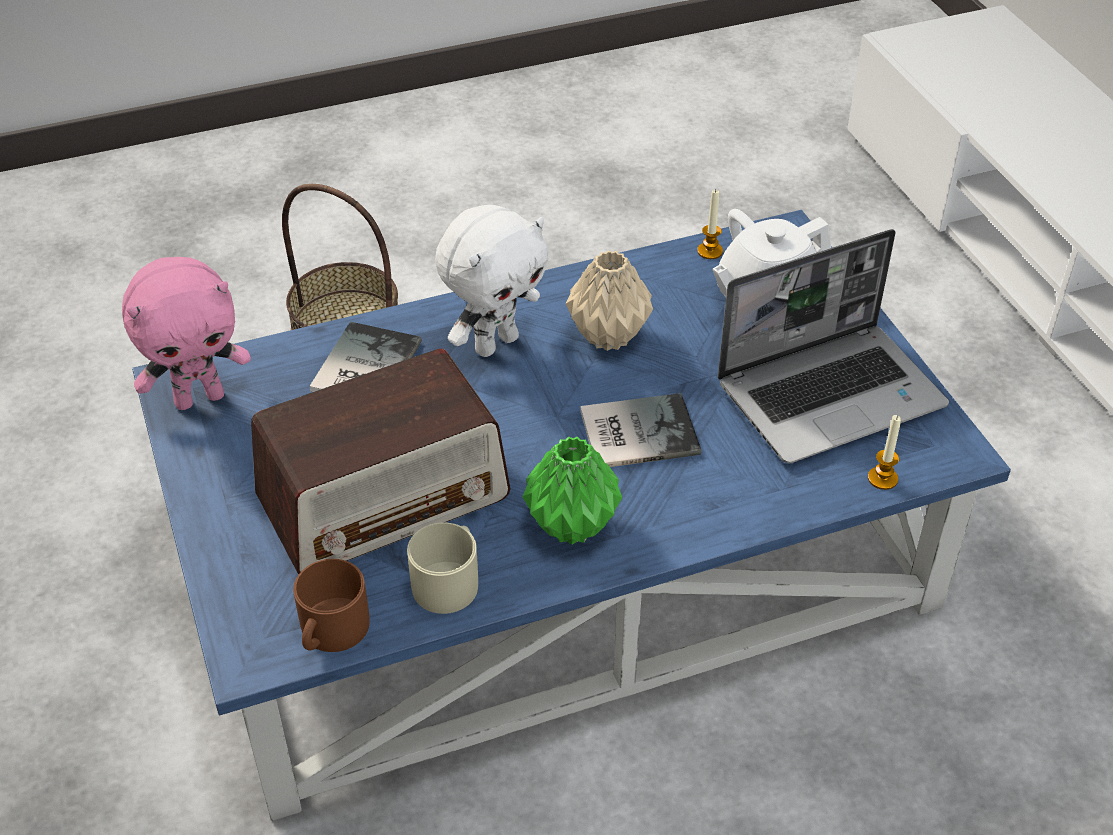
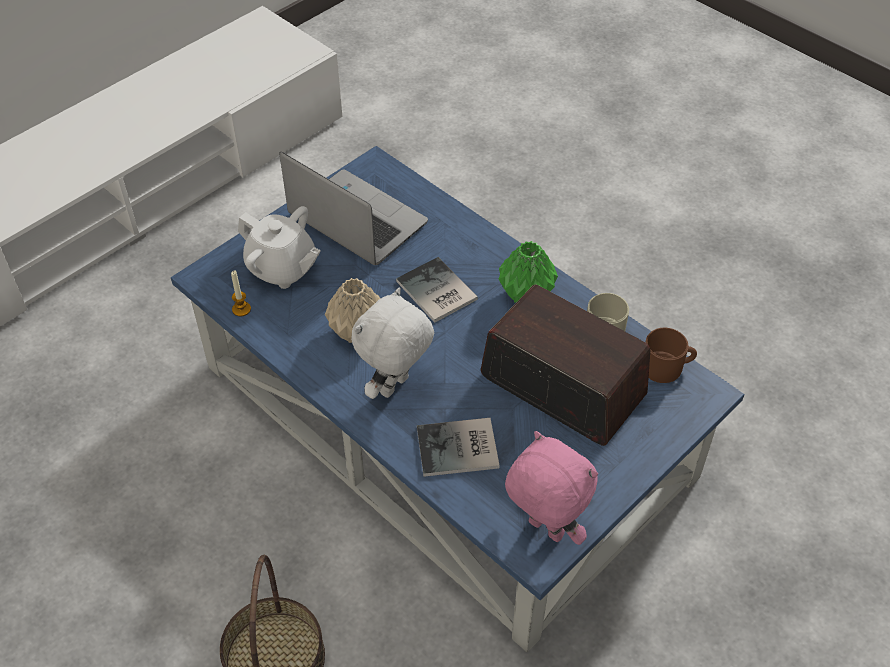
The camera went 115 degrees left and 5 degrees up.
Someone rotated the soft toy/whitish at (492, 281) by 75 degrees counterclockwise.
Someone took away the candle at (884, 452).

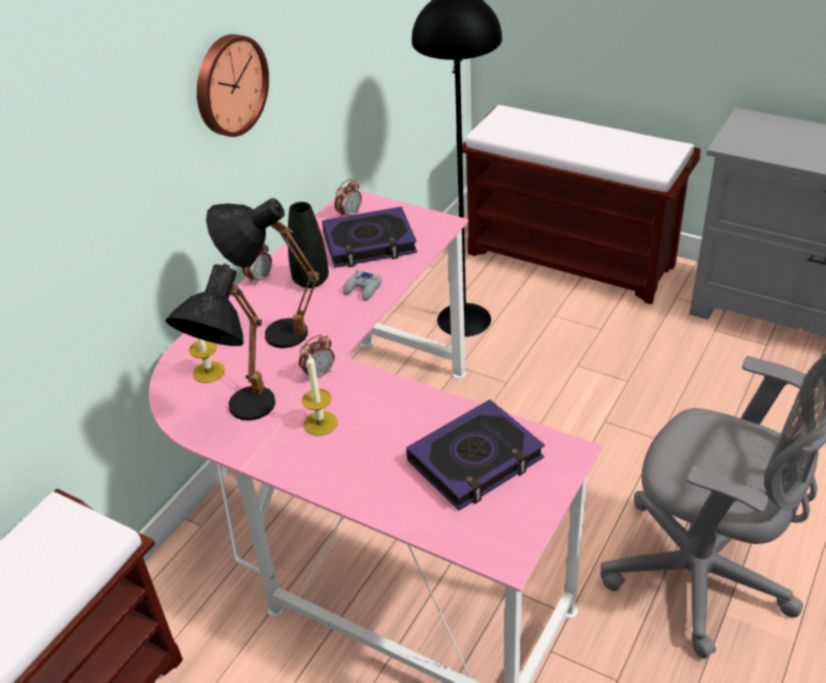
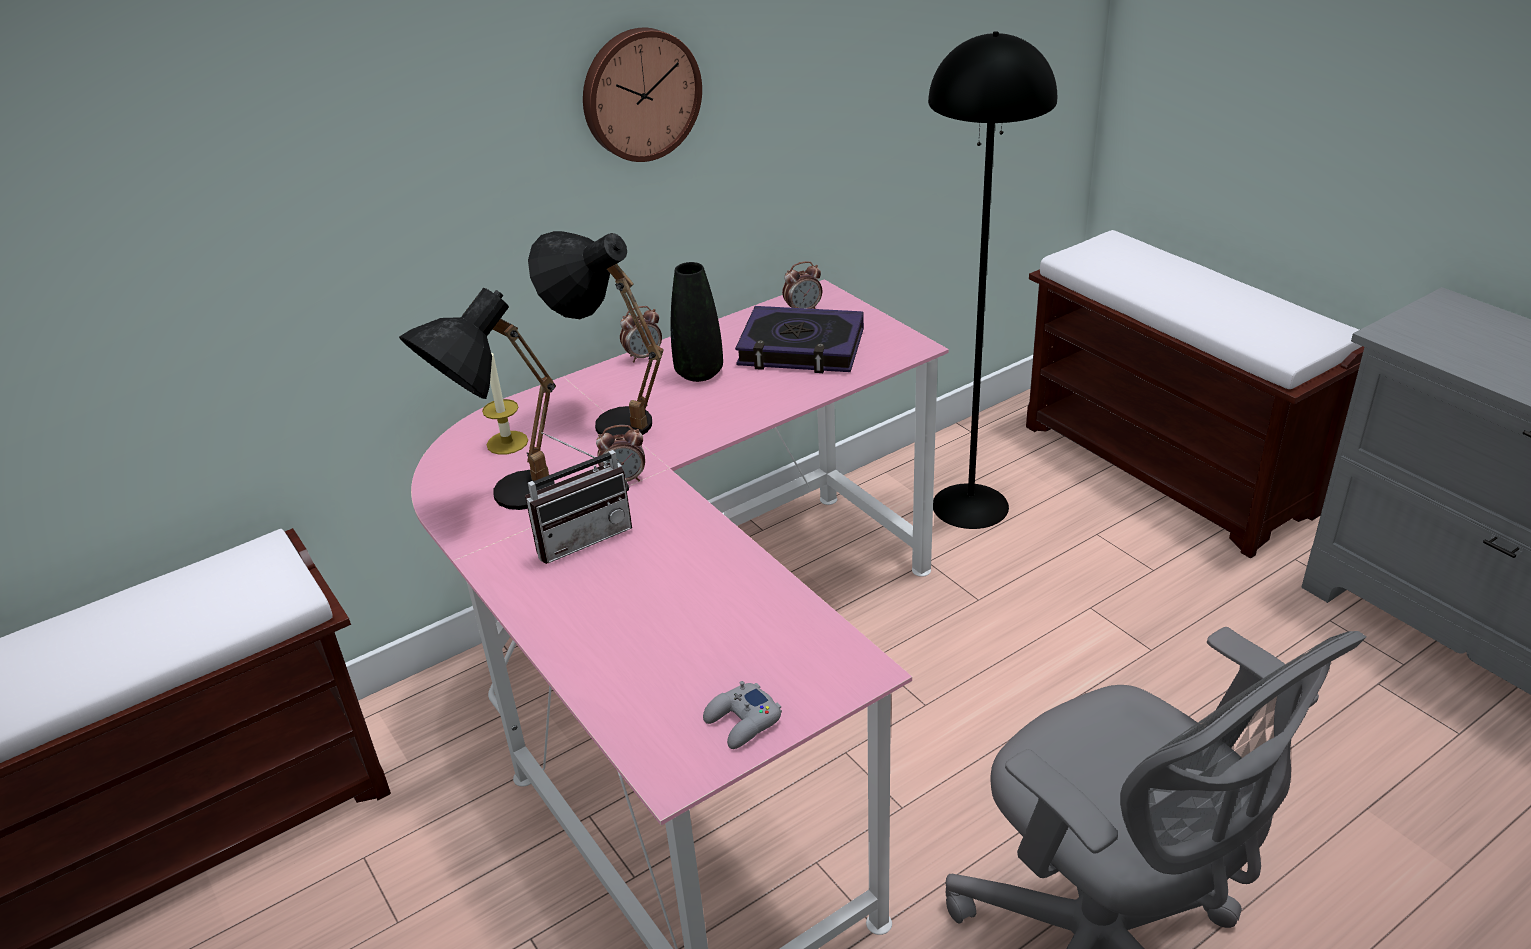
The camera went 25 degrees right and 5 degrees down.
Someone swapped the candle at (319, 395) for the radio receiver at (578, 498).
Someone carried the gamepad/gray from (362, 285) to (742, 715).
Someone took away the bound book at (475, 454).

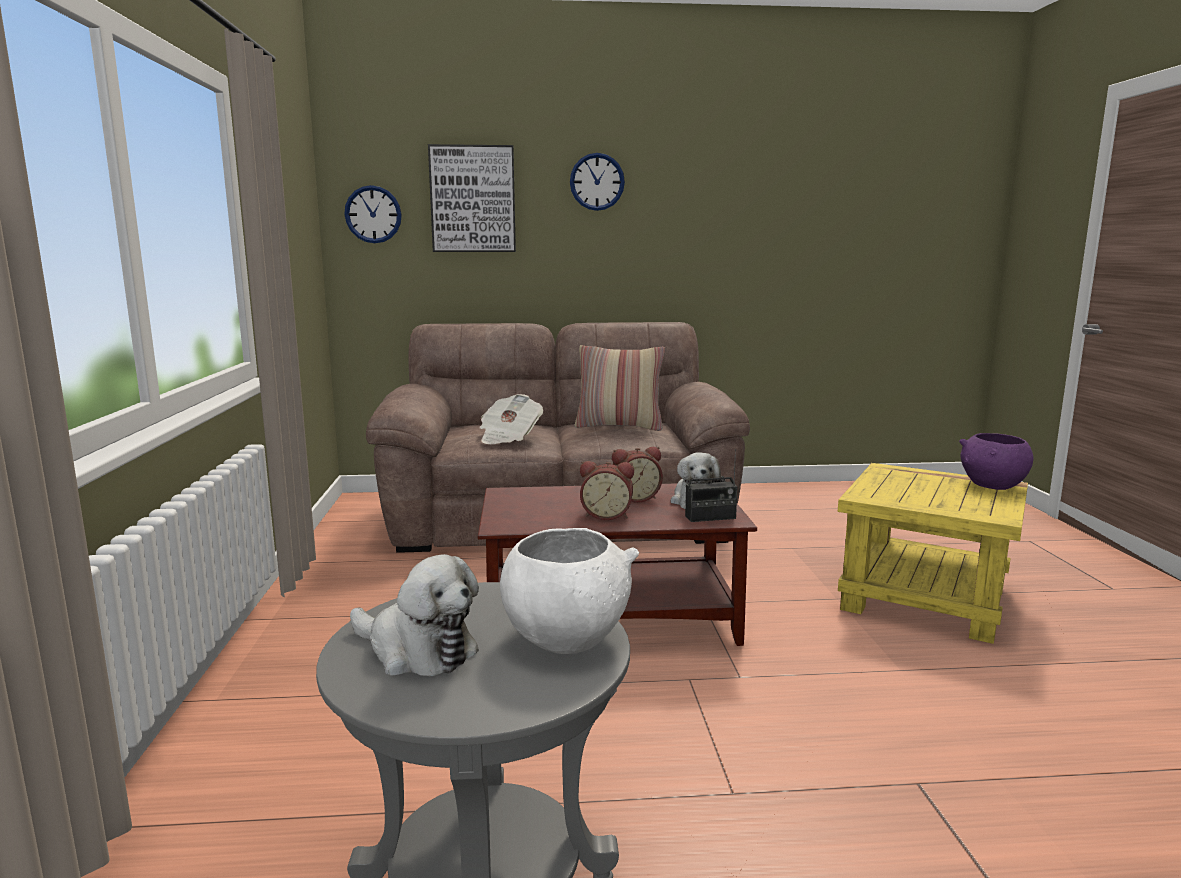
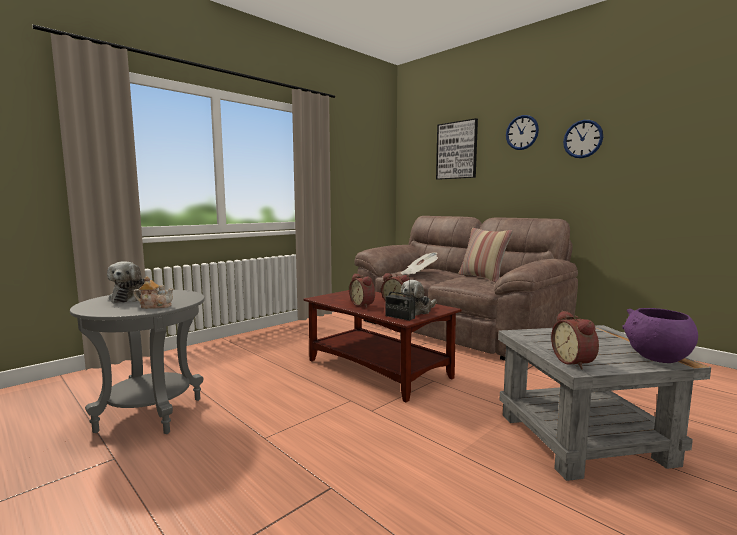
The camera went 50 degrees right and 5 degrees down.
Someone swapped the bowl/whitish at (569, 591) for the teapot at (153, 292).
Someone repainted the end table/yellow-coloured at (933, 553), which became the end table/gray at (604, 403).
Someone put down the alarm clock at (575, 339).
Someone carried the clock on the wall from (373, 214) to (583, 139).

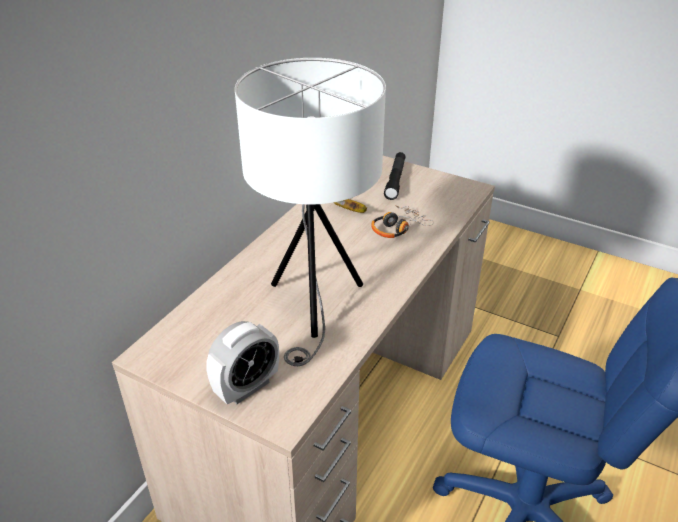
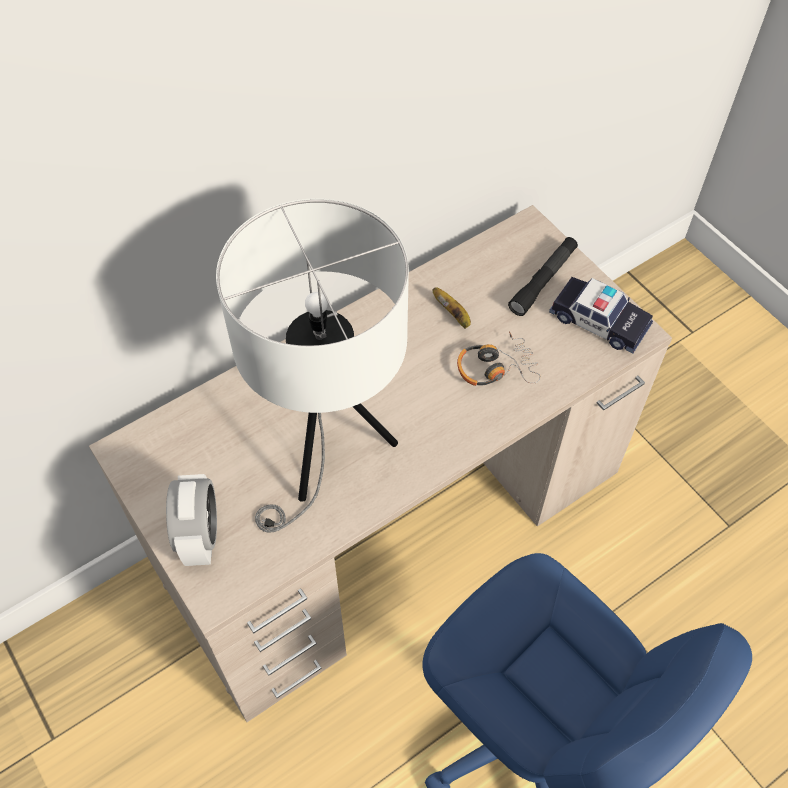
The camera went 25 degrees right and 20 degrees up.
Someone rotated the alarm clock at (242, 362) by 75 degrees counterclockwise.
Someone put down the toy car at (601, 315).

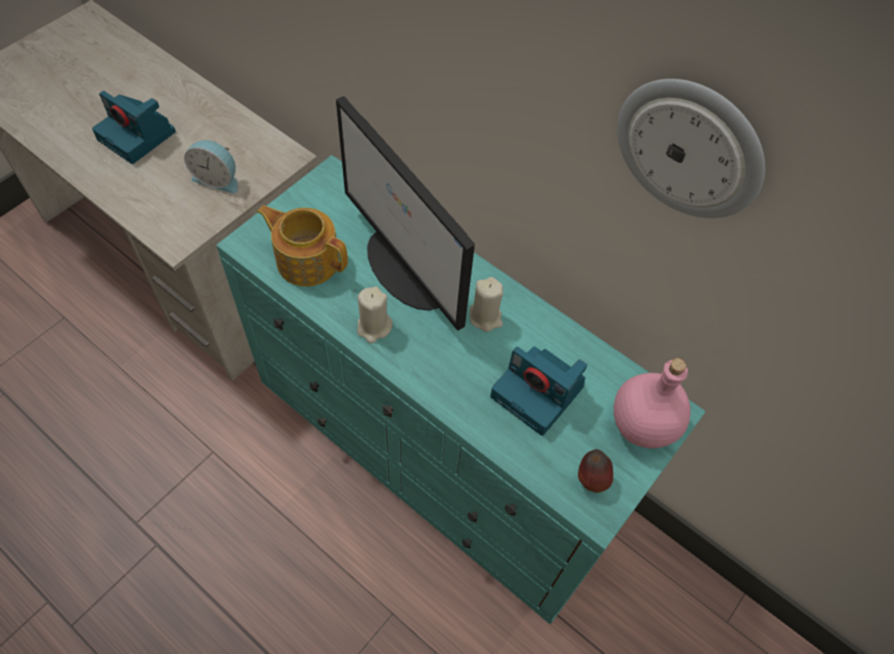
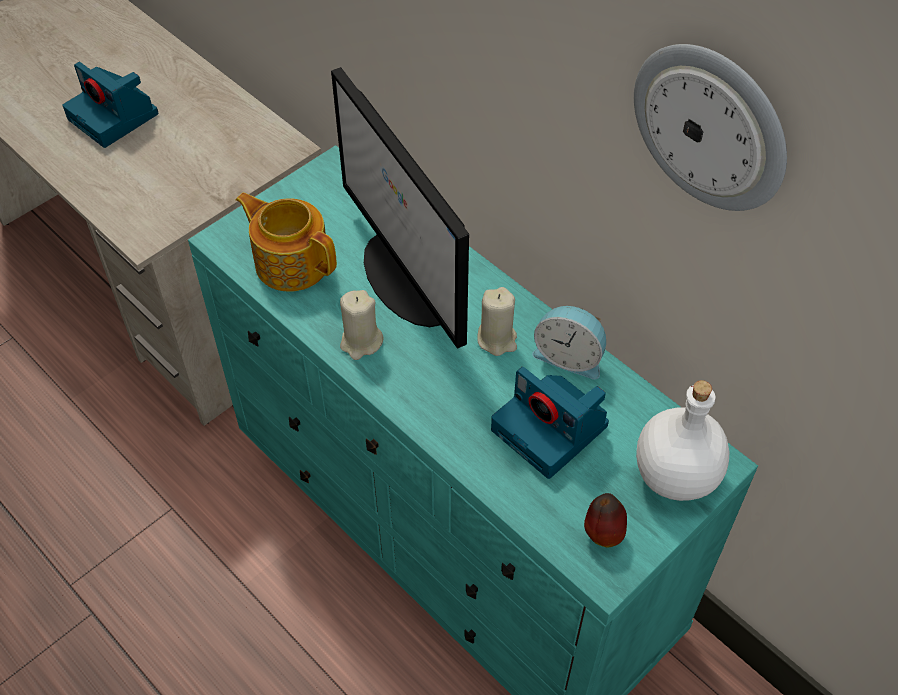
The camera went 10 degrees right and 5 degrees down.
Someone carried the alarm clock from (211, 166) to (569, 343).
Someone repainted the beverage bottle/pink at (652, 403), which became the beverage bottle/whitish at (682, 440).

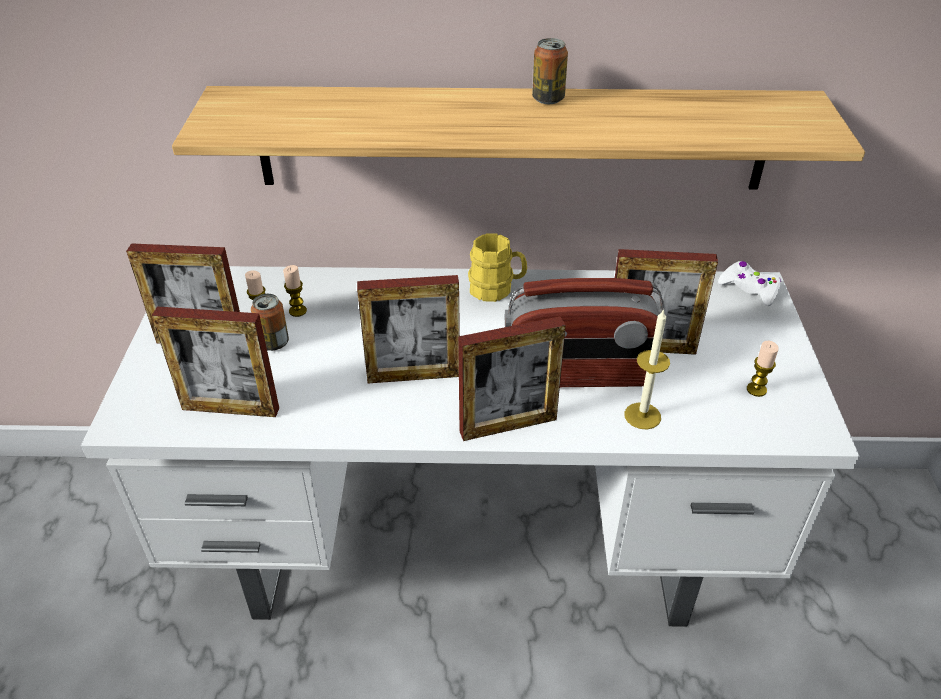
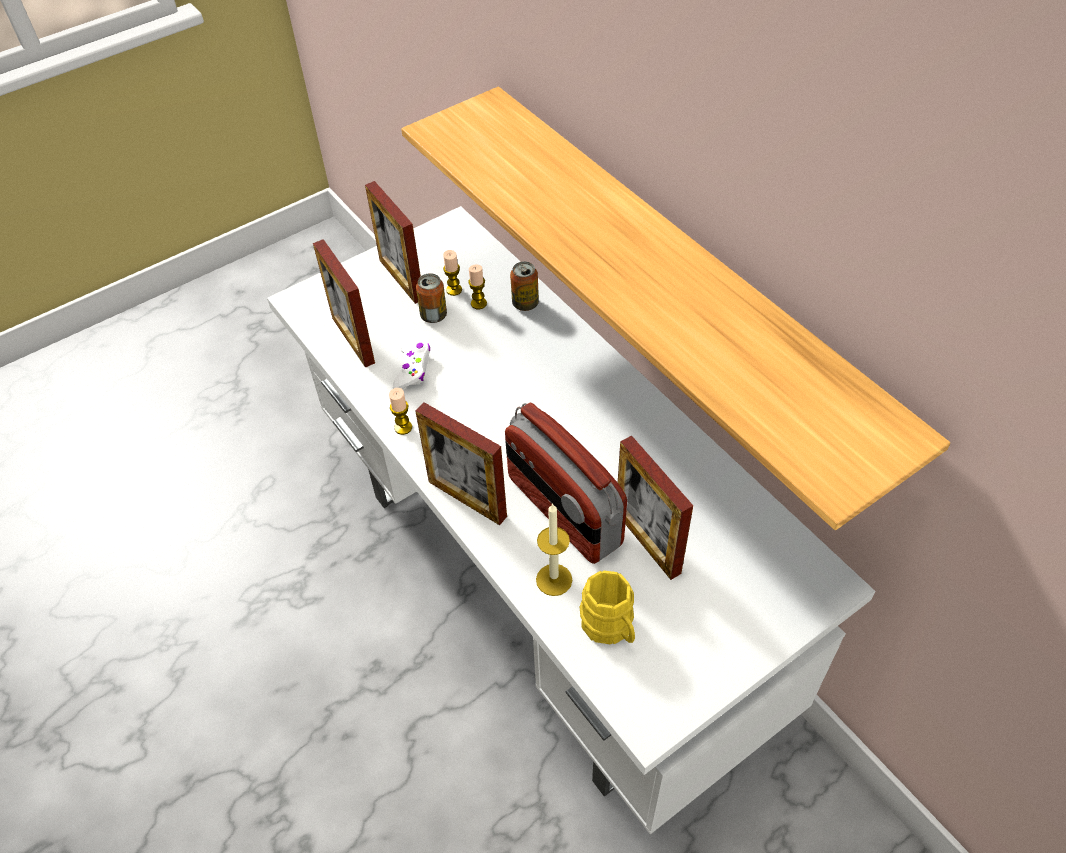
The camera went 55 degrees right and 10 degrees up.
Someone carried the candle from (763, 369) to (400, 411).
Someone carried the gamepad/whitish from (749, 283) to (411, 365).
Someone carried the sealed can from (550, 71) to (524, 286).
Someone carried the tea mug/yellow-coloured from (497, 267) to (607, 607).
Someone took away the photo frame at (408, 329).

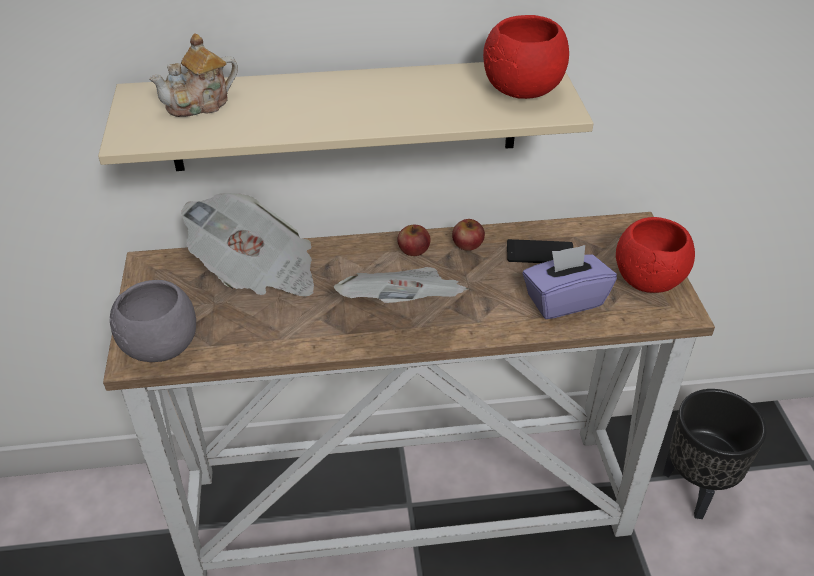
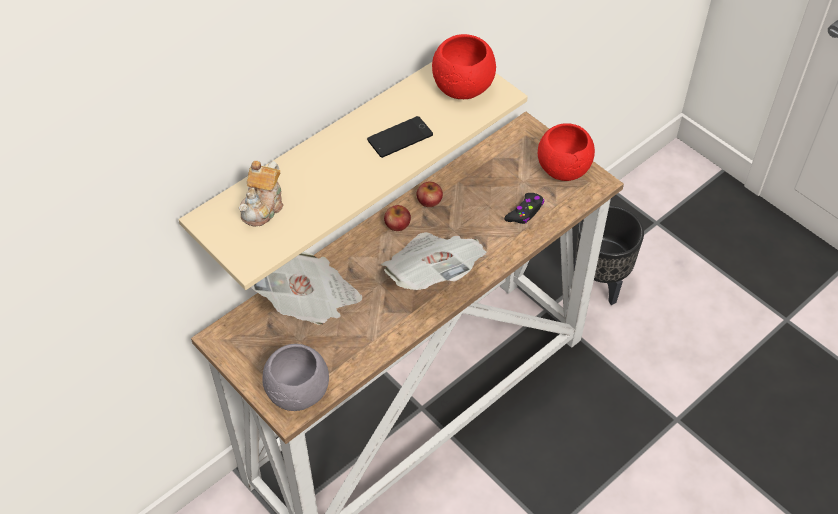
The camera went 35 degrees left and 10 degrees up.
Someone carried the phone from (540, 251) to (400, 137).
Someone swapped the tissue box/purple at (570, 282) for the gamepad/blackish at (524, 208).

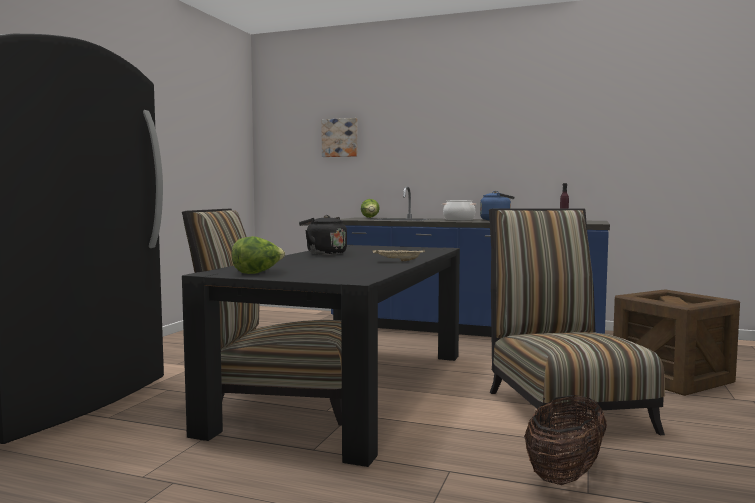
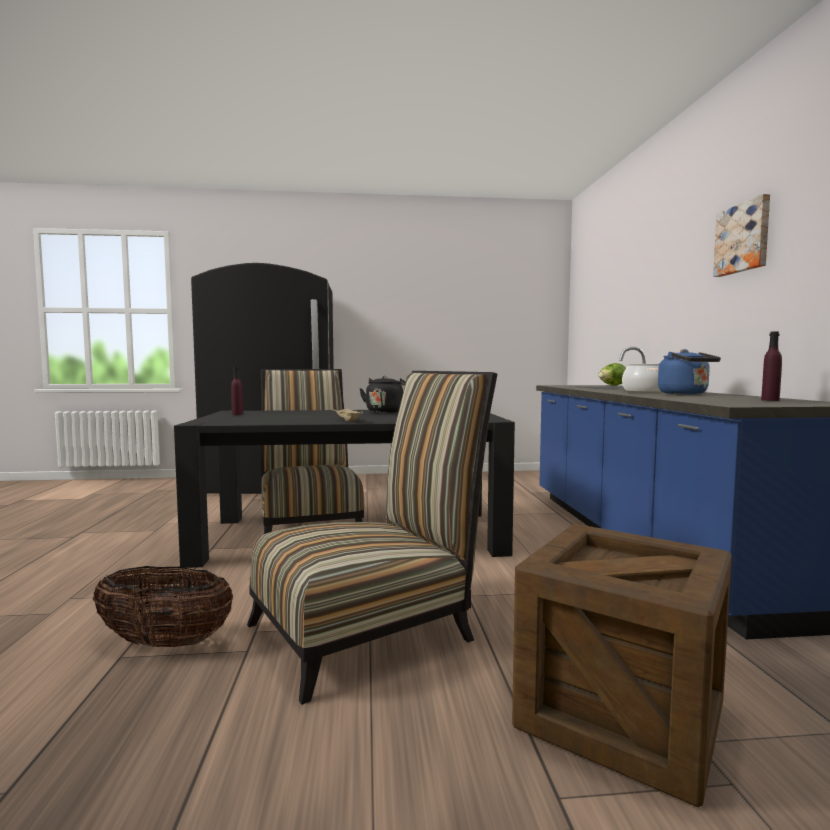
The camera went 65 degrees right and 0 degrees up.
Someone swapped the lettuce head at (258, 255) for the beverage bottle/purple at (237, 391).
Someone carried the wall art from (339, 137) to (741, 235).

